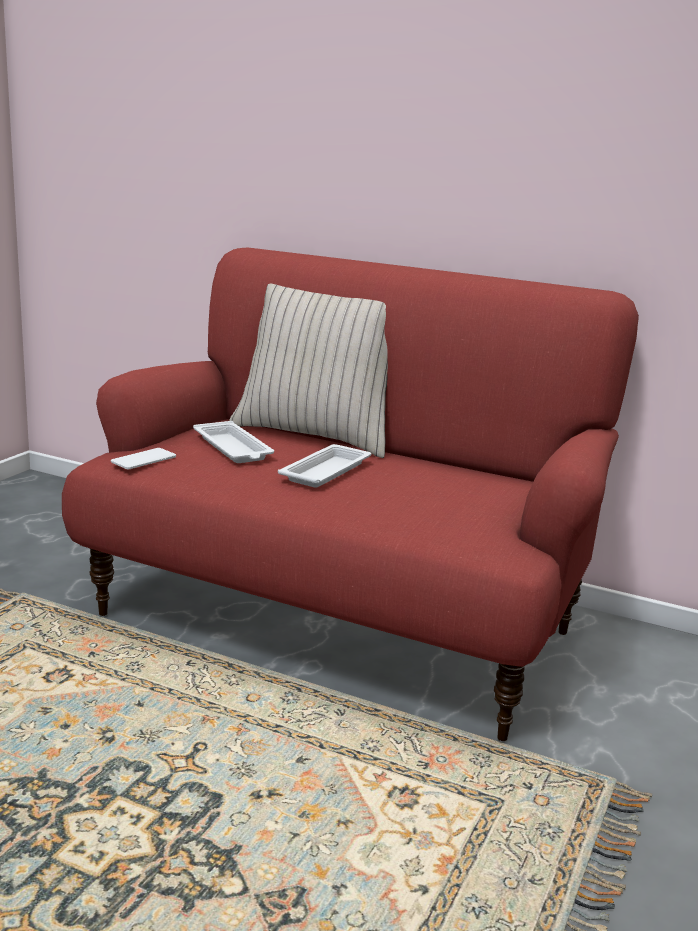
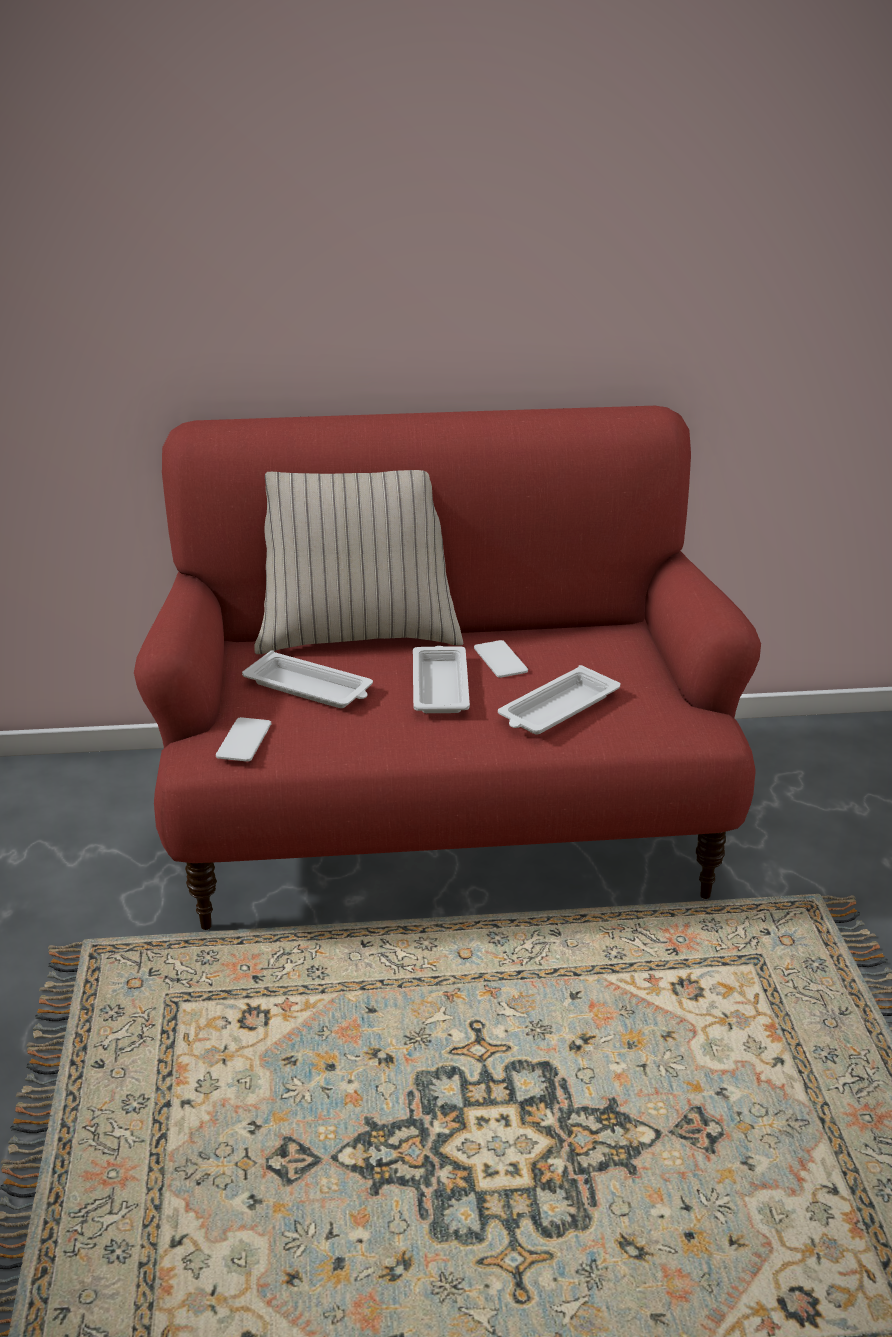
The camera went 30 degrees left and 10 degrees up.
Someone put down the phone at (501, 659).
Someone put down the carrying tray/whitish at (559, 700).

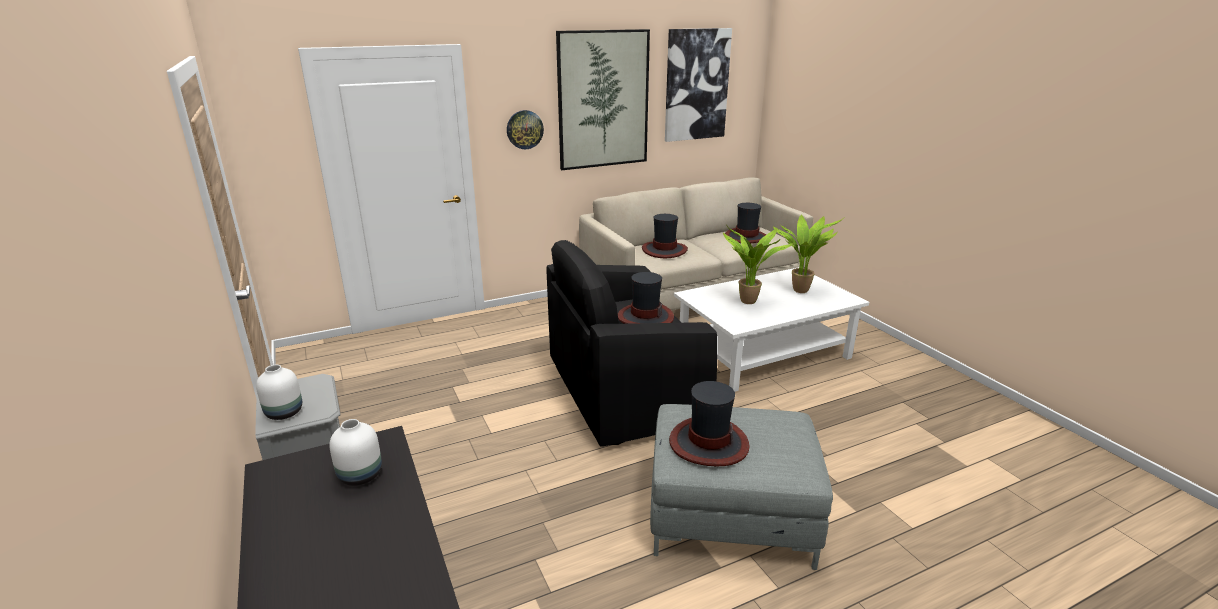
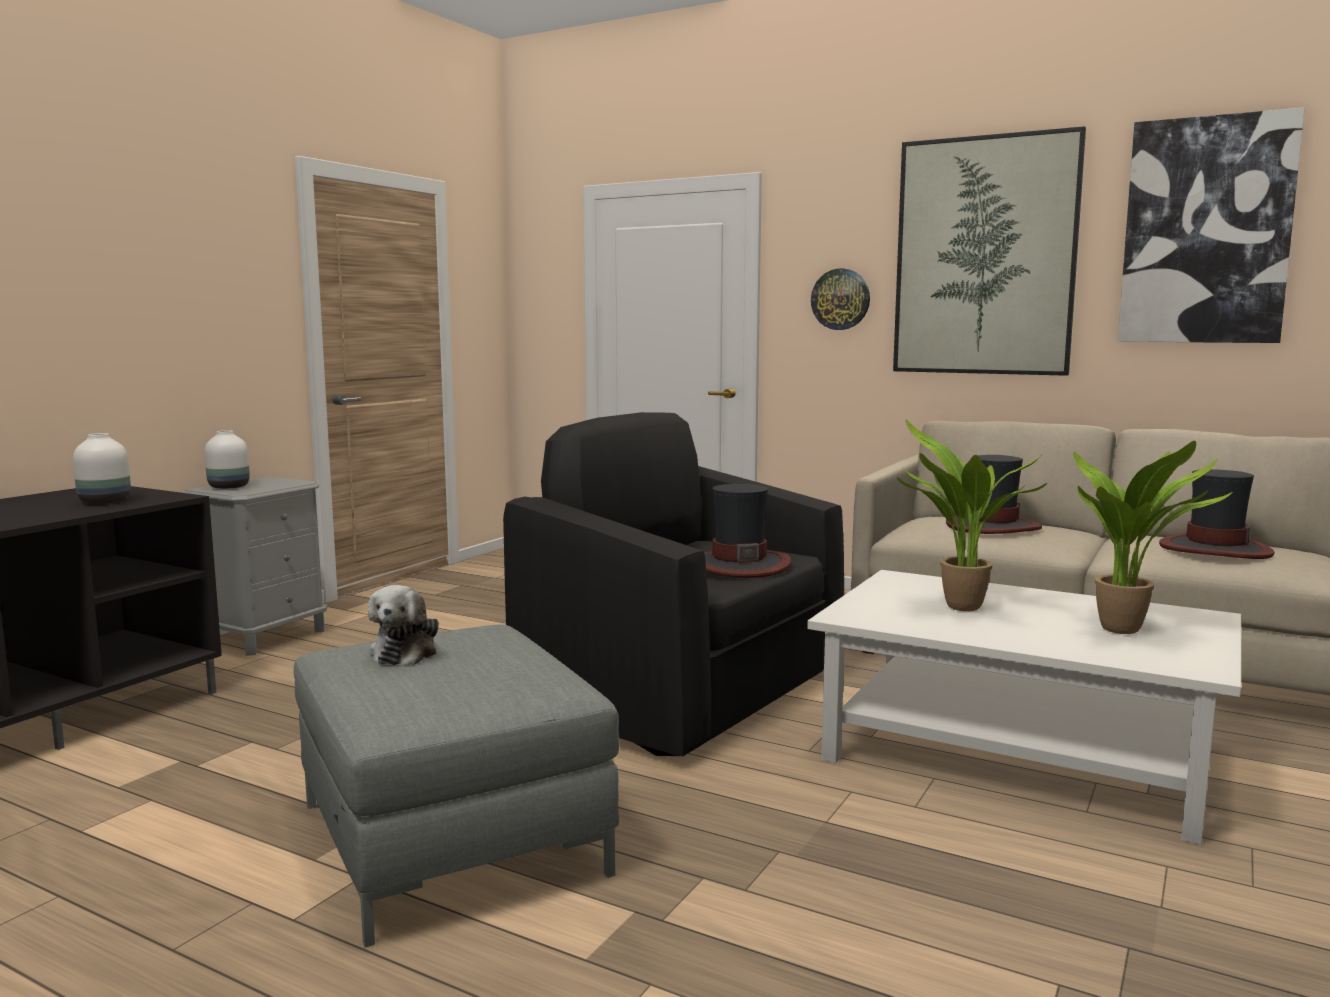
The camera went 55 degrees right and 15 degrees down.
Someone swapped the hat at (709, 423) for the soft toy at (403, 625).

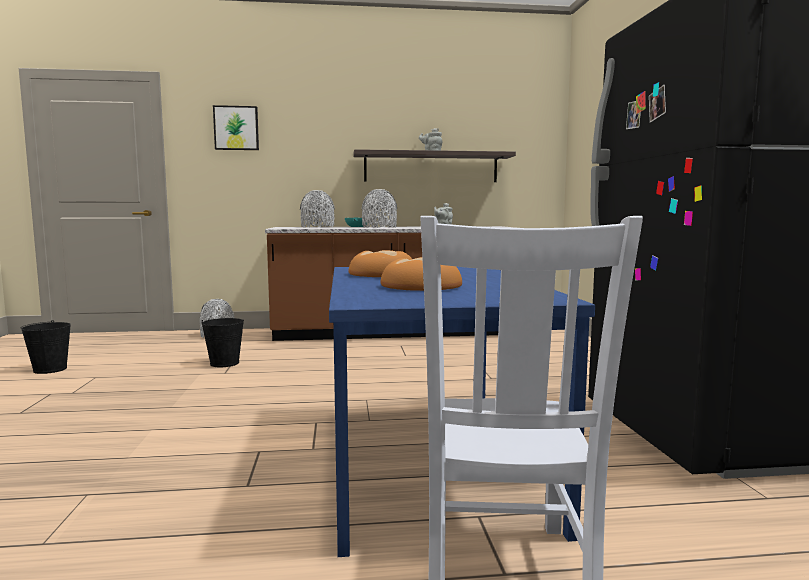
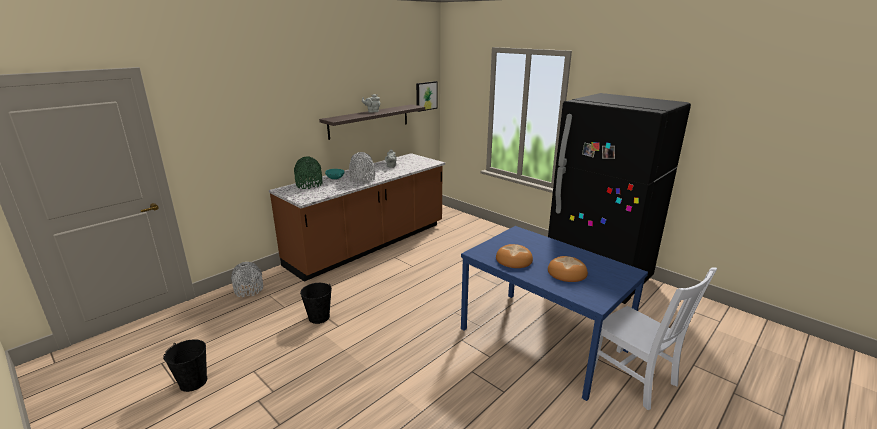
The camera went 40 degrees left and 15 degrees up.
Someone repainted the flower vase/gray at (317, 208), which became the flower vase/green-coloured at (308, 172).
Someone carried the wall art from (236, 127) to (427, 96).

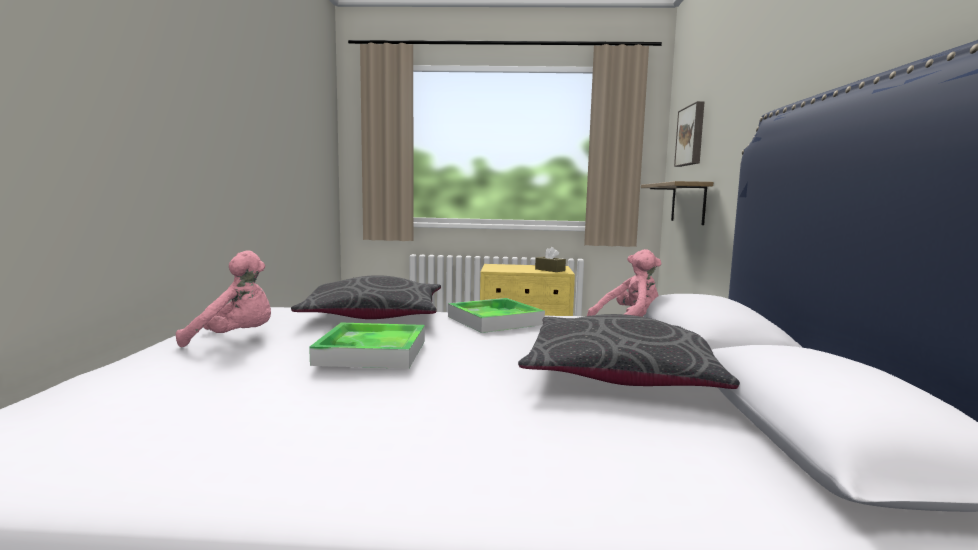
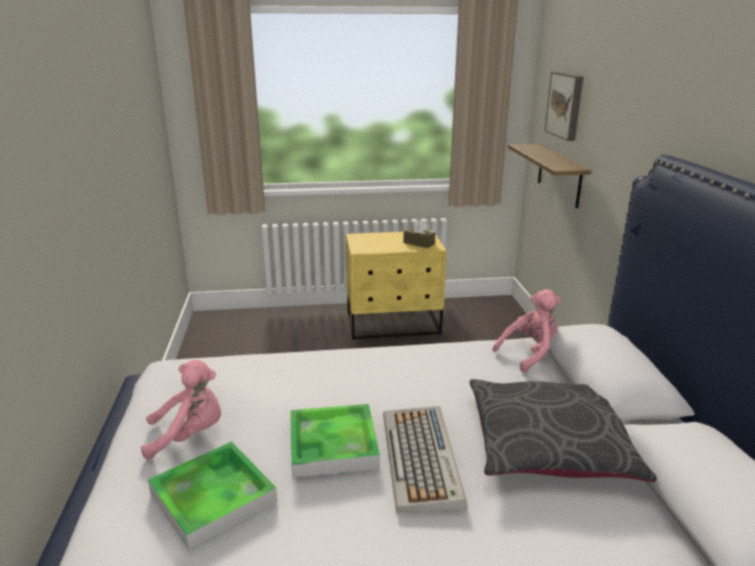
The camera went 10 degrees left and 15 degrees up.
Someone carried the carrying tray from (496, 315) to (212, 495).
Someone put down the keyboard at (425, 459).
Someone took away the cushion/gray at (366, 297).

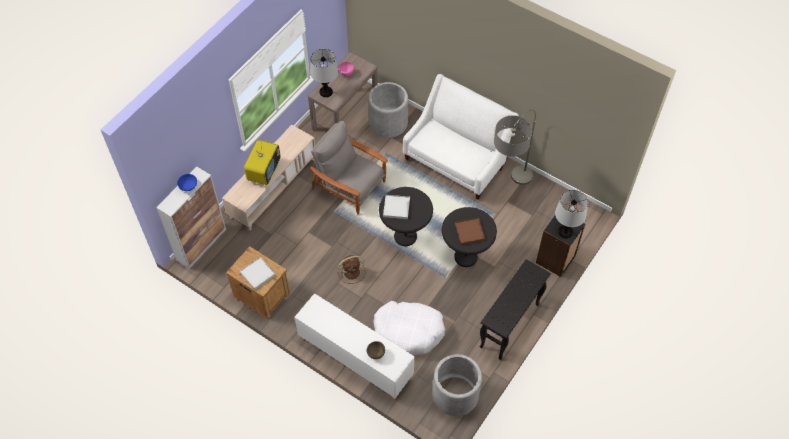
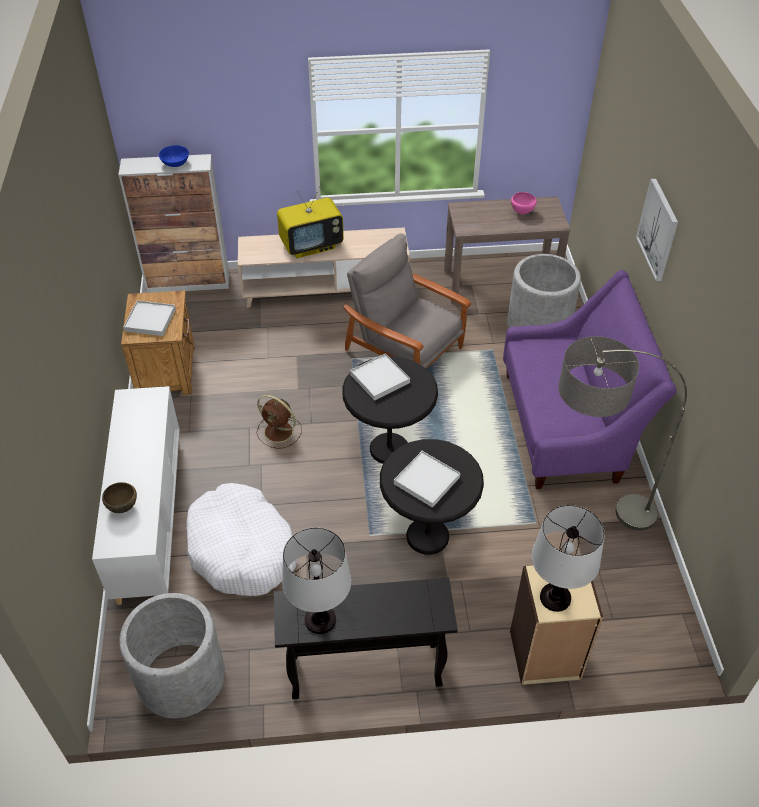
The camera went 50 degrees right and 10 degrees down.
Someone carried the lamp for a table from (324, 73) to (316, 581).
Someone rotated the armchair/gray at (349, 167) by 45 degrees counterclockwise.
Someone repainted the carrying tray/brown at (470, 231), which became the carrying tray/whitish at (427, 479).
Someone repainted the sofa/whitish at (460, 137), which became the sofa/purple at (590, 379).
Someone repainted the bookcase/blackish at (561, 246), which became the bookcase/beige at (556, 625).
Someone put up the wall art at (657, 230).

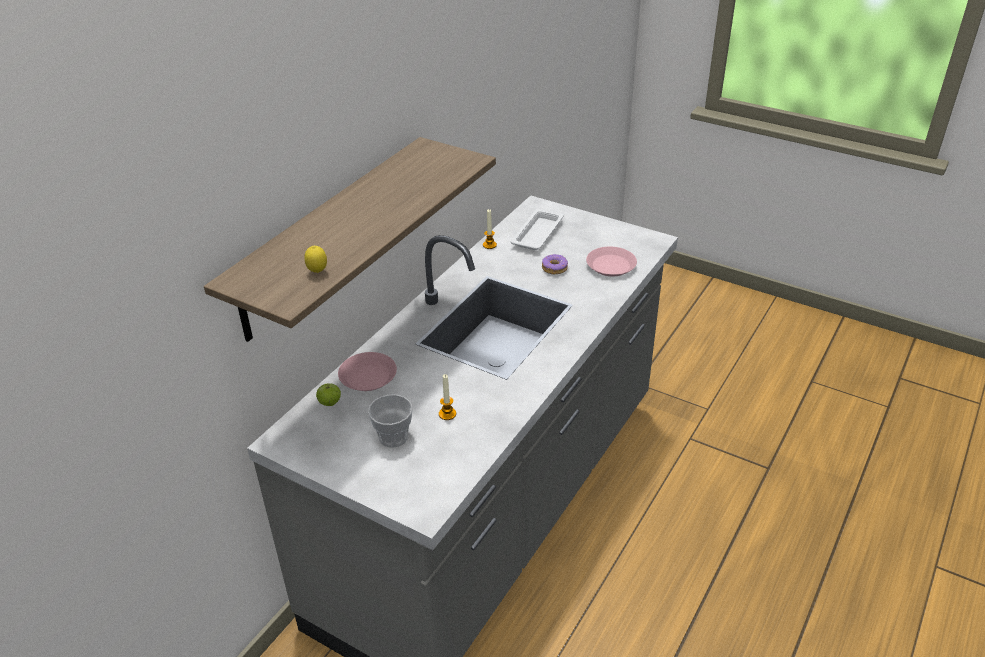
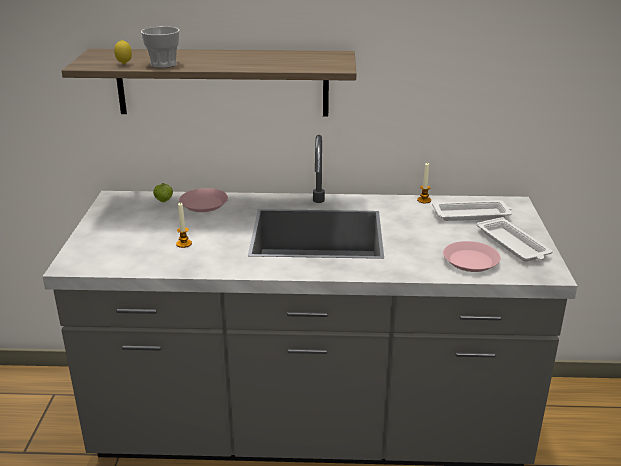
The camera went 60 degrees right and 10 degrees down.
Someone carried the cup from (390, 421) to (160, 47).
Someone put down the carrying tray/whitish at (515, 239).
Someone took away the ring doughnut at (555, 264).

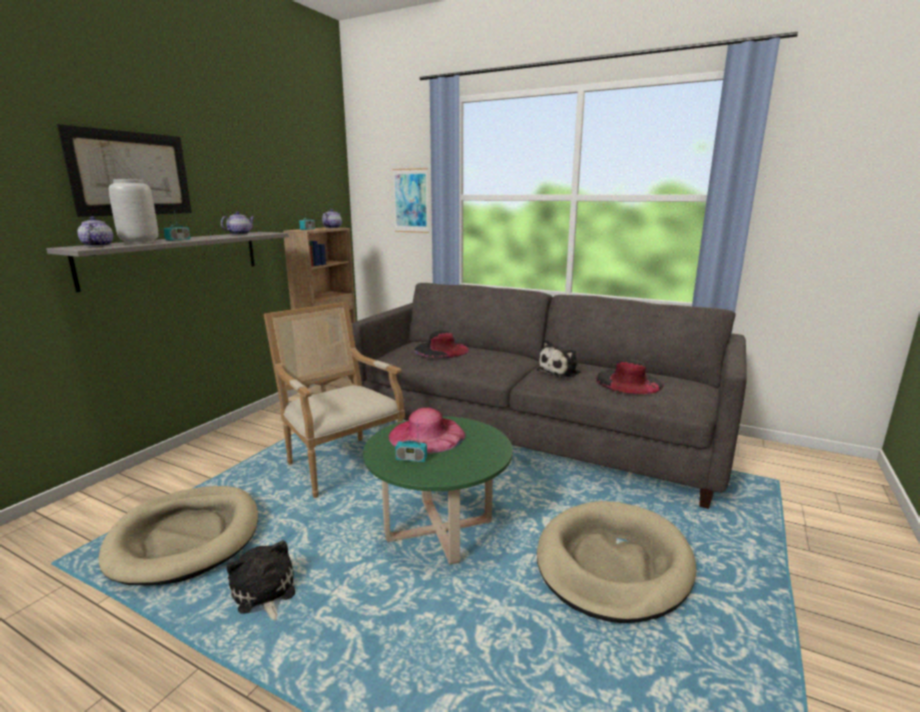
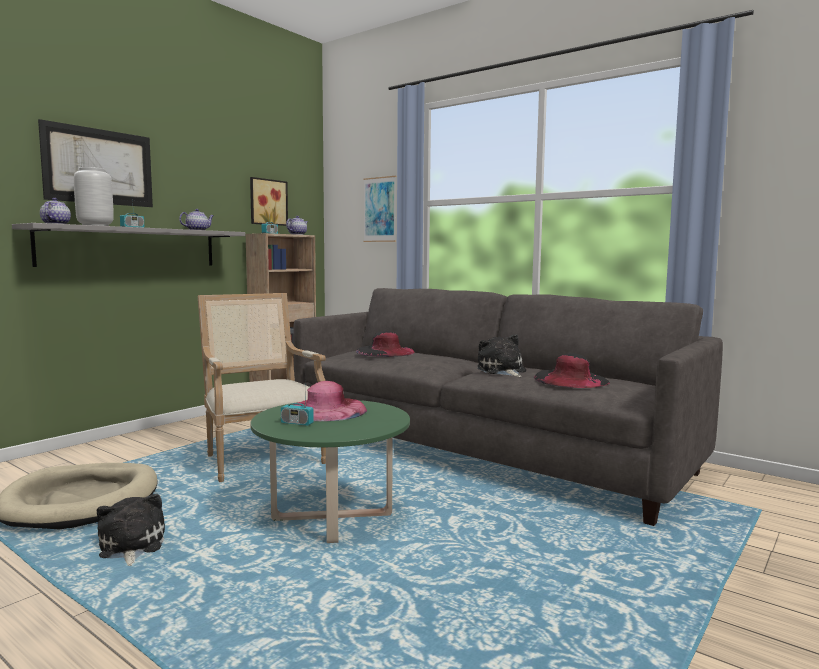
The camera went 10 degrees right and 10 degrees down.
Someone put up the wall art at (269, 201).
Someone rotated the soft toy at (558, 358) by 105 degrees clockwise.
Someone took away the dog bed/beige at (616, 562).

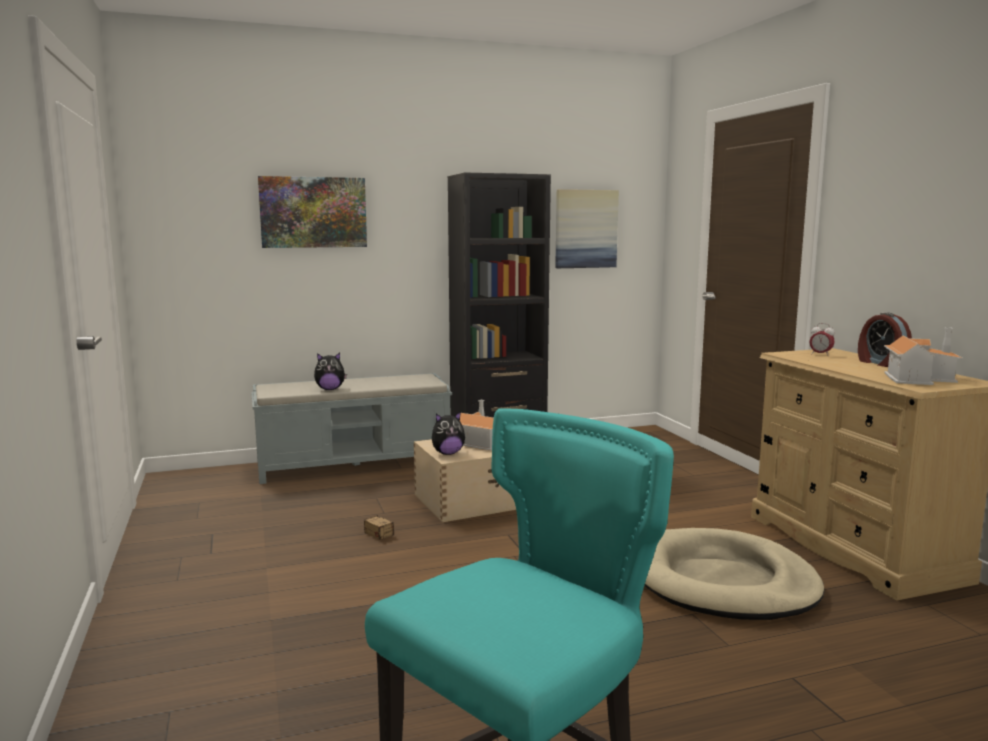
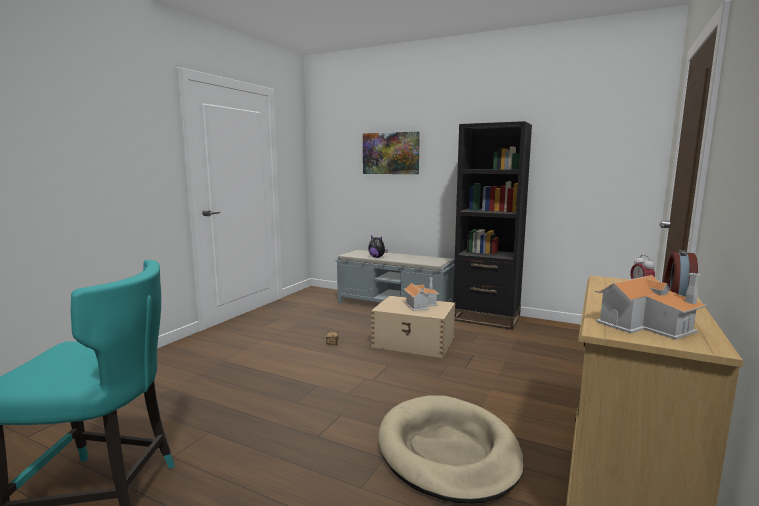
The camera went 45 degrees right and 0 degrees up.
Someone took away the soft toy at (448, 433).
Someone took away the wall art at (587, 228).

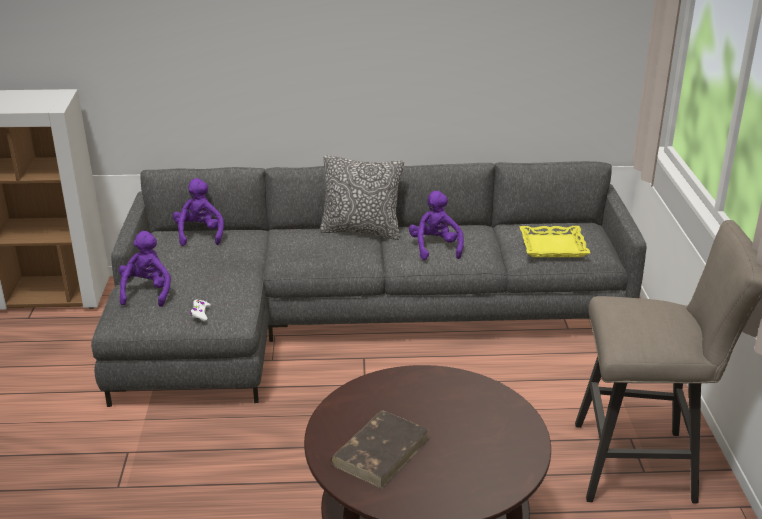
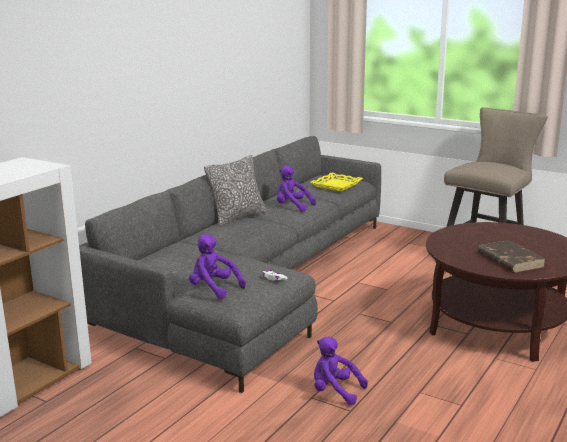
The camera went 55 degrees left and 10 degrees down.
Someone carried the soft toy/purple from (198, 212) to (341, 371).

